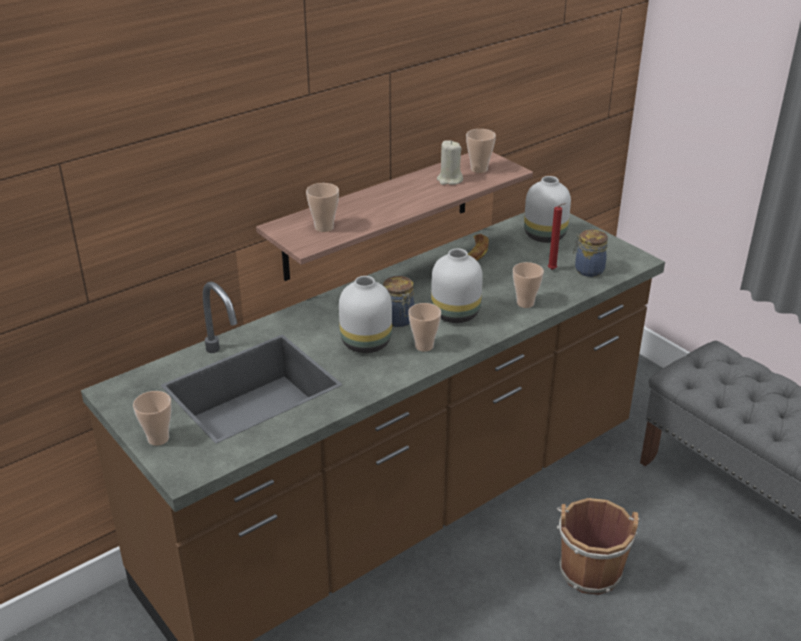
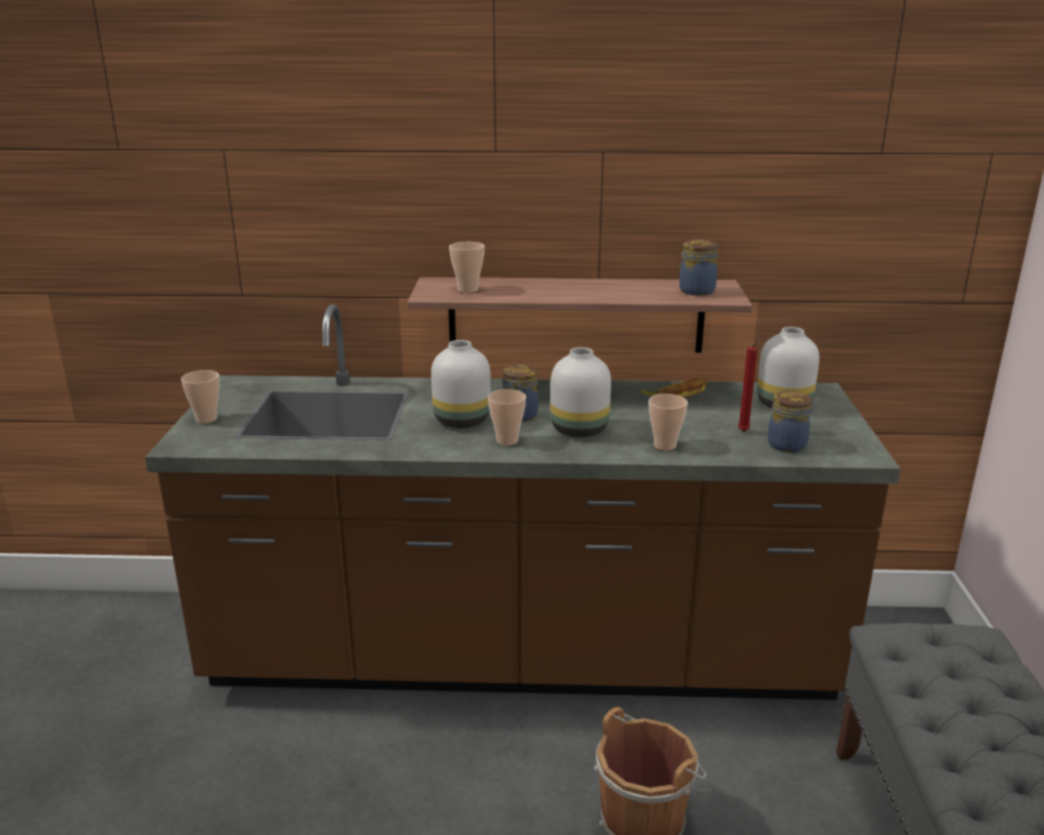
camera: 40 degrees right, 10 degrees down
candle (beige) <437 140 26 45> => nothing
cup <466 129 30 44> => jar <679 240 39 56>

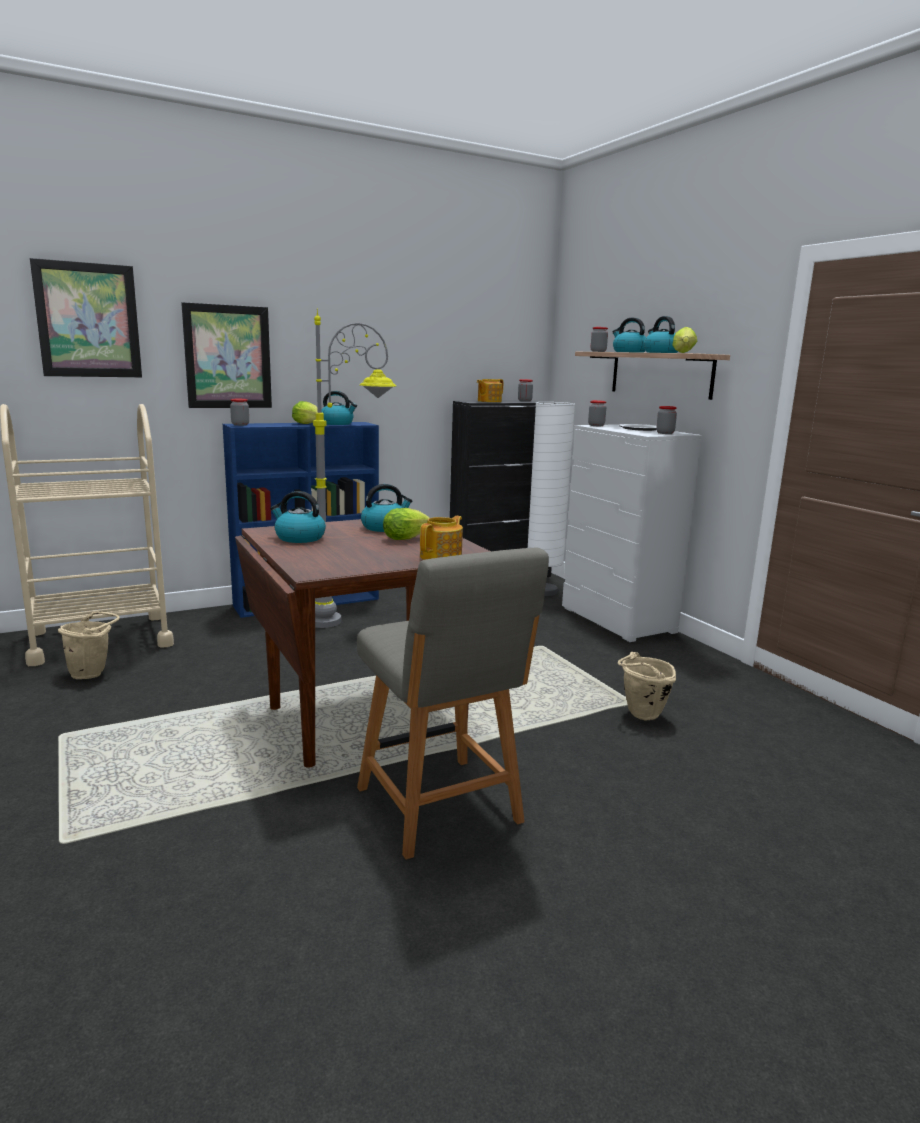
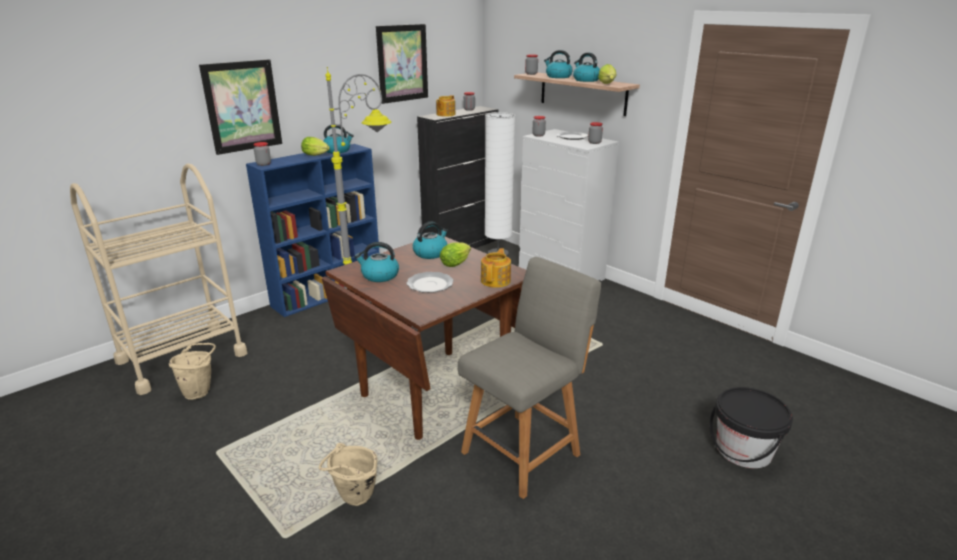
camera: 15 degrees left, 10 degrees up
nothing => plate <407 272 47 21>
nothing => bucket (black) <710 387 83 81>
picture <30 258 112 119> => picture <376 24 52 80>, move
bucket (beige) <618 652 58 69> => bucket (beige) <319 443 58 63>, move
chair (grey) <357 548 192 312> => chair (grey) <458 257 143 242>, 90 degrees counterclockwise

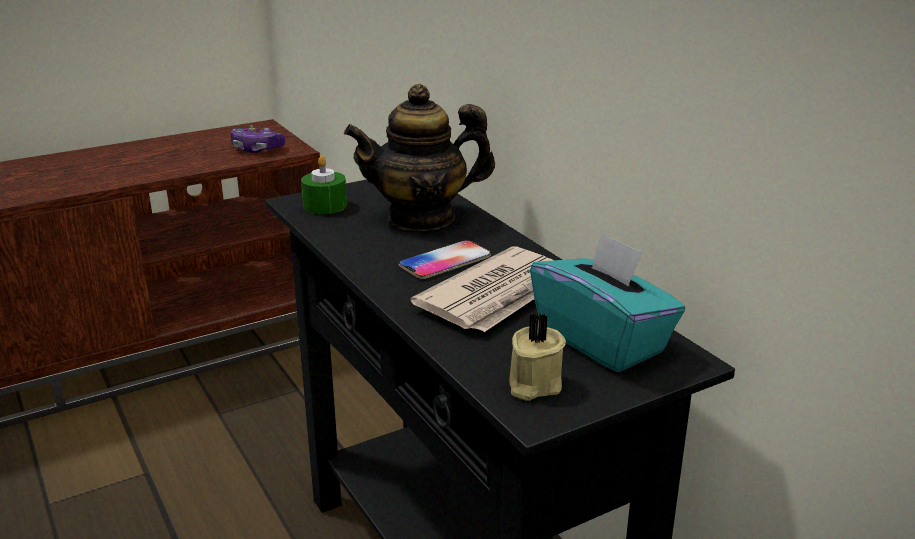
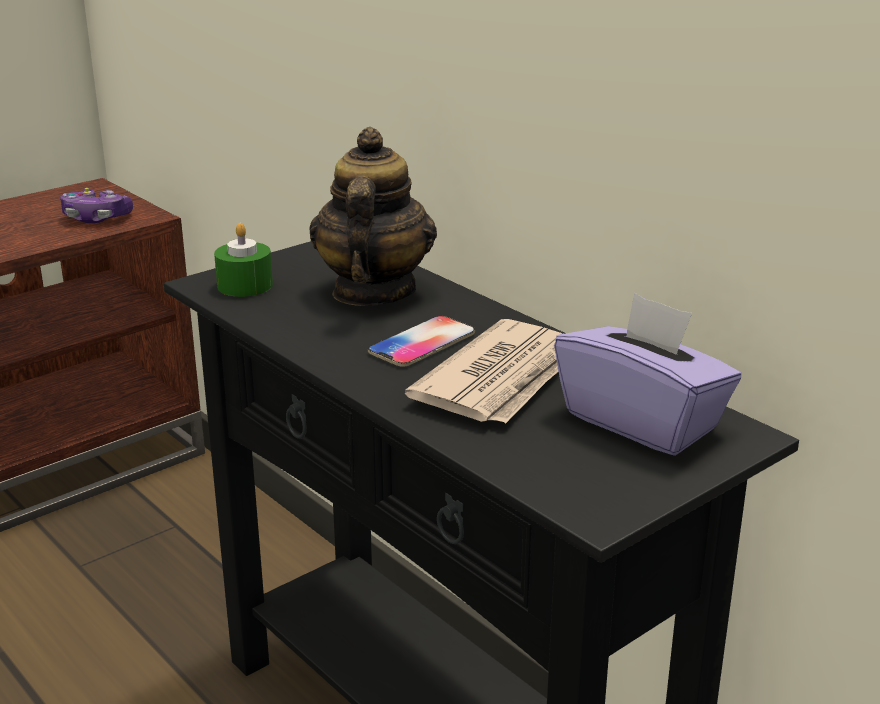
camera: 10 degrees left, 0 degrees up
candle (beige) <509 313 57 88> => nothing
tissue box (turquoise) <530 231 156 141> => tissue box (purple) <554 293 187 163>
teapot <344 84 151 147> => teapot <310 127 127 179>, 120 degrees clockwise

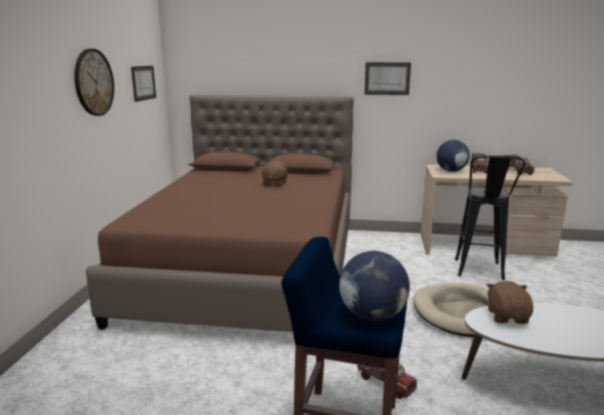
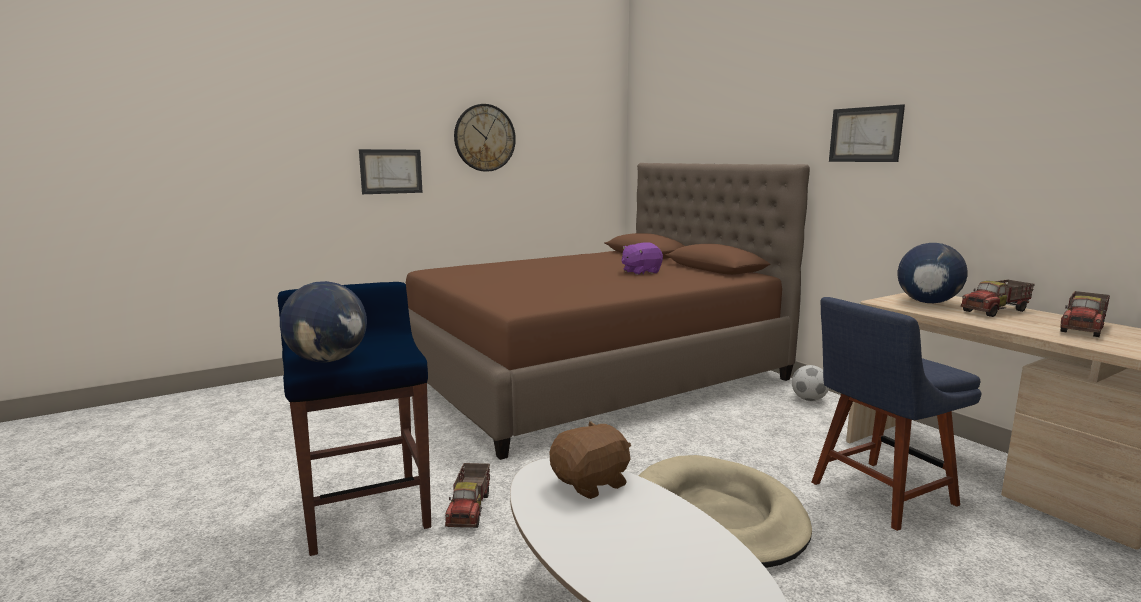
camera: 50 degrees right, 5 degrees down
nothing => football <792 365 37 36>
picture <131 66 25 36> => picture <359 149 64 45>, move
stool (black) <455 155 71 125> => chair (blue) <811 297 170 234>
plush toy (brown) <260 161 28 26> => plush toy (purple) <622 242 41 33>

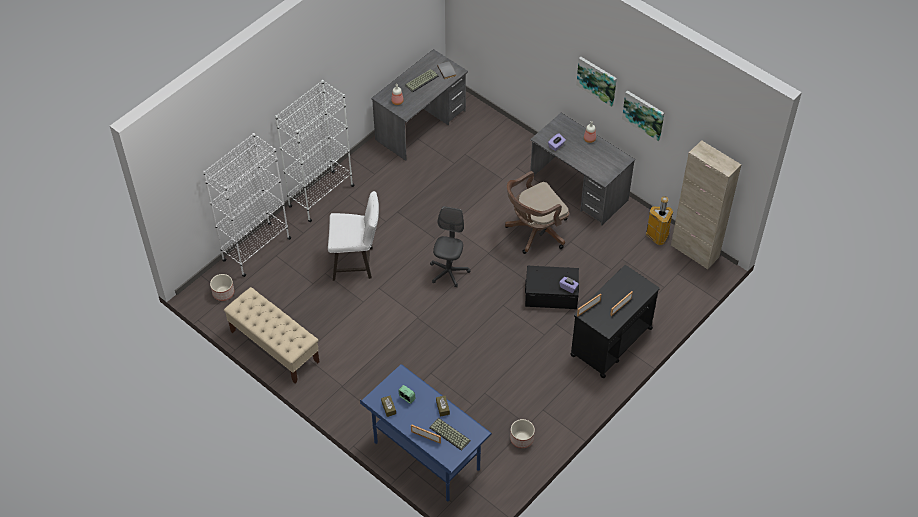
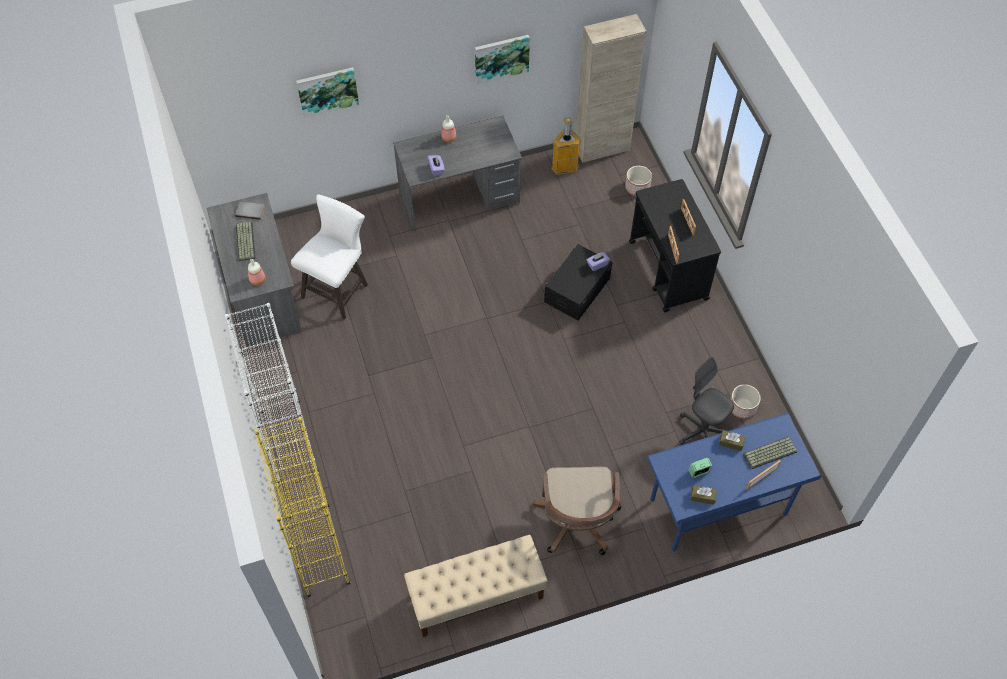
camera: 60 degrees left, 5 degrees up
planter <210 274 24 27> => planter <625 166 27 30>, move
stool (white) <328 191 51 90> => stool (white) <291 194 77 126>, move
office chair (grey) <430 206 40 81> => office chair (grey) <679 357 55 88>, move
office chair (brown) <505 171 64 83> => office chair (brown) <532 467 89 88>, move
picture <576 57 41 50> => picture <296 67 63 51>, move
bookcase (white) <203 133 88 144> => bookcase (yellow) <254 417 96 180>

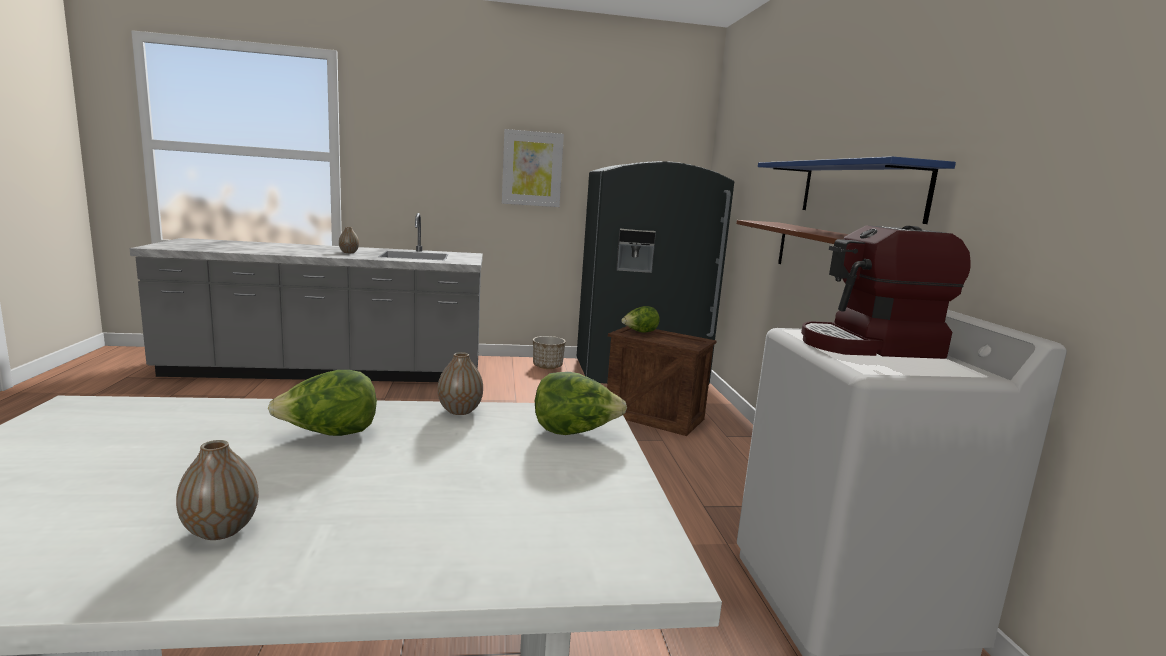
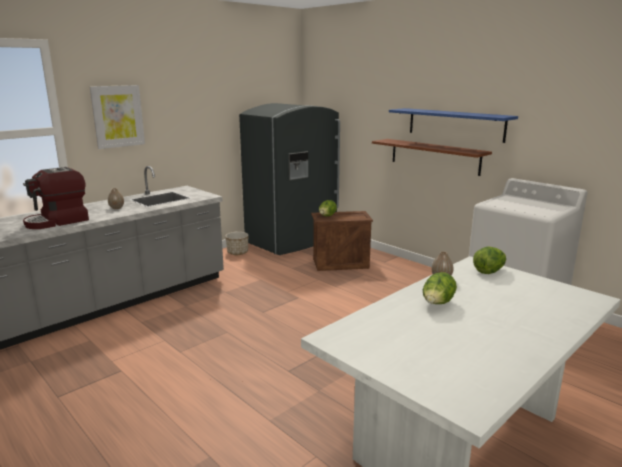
camera: 35 degrees left, 5 degrees up
vase <176 440 82 100> => nothing
picture <502 129 62 78> => picture <89 85 56 64>, move
coffee machine <801 225 169 134> => coffee machine <23 167 66 62>, move

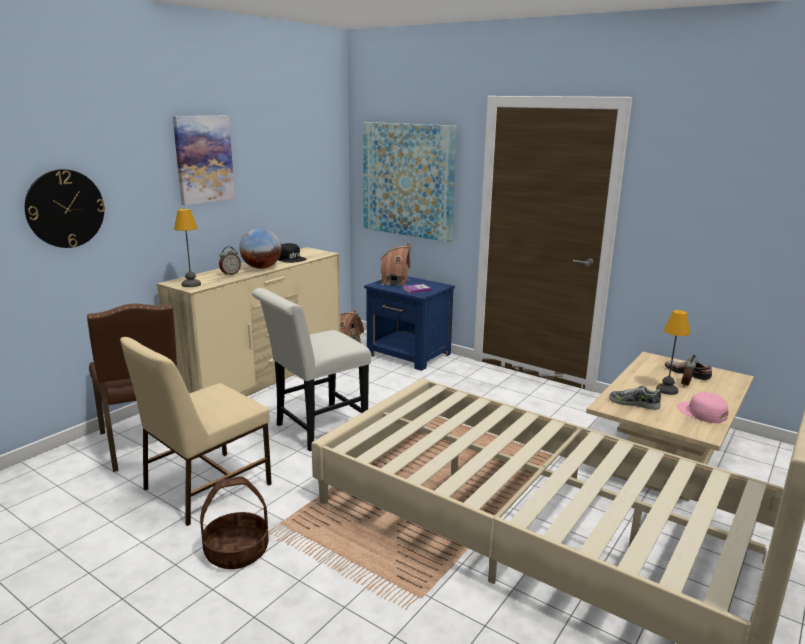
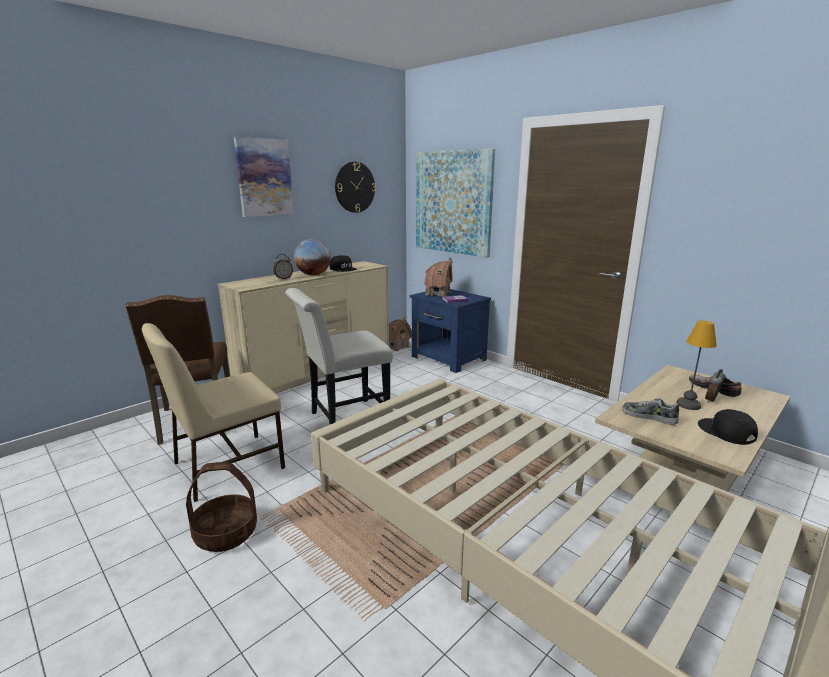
camera: 10 degrees right, 0 degrees up
table lamp <174 209 27 78> => nothing
wall clock <25 169 80 79> => wall clock <335 162 41 51>, move
cap (pink) <677 392 51 31> => cap (black) <698 409 60 36>

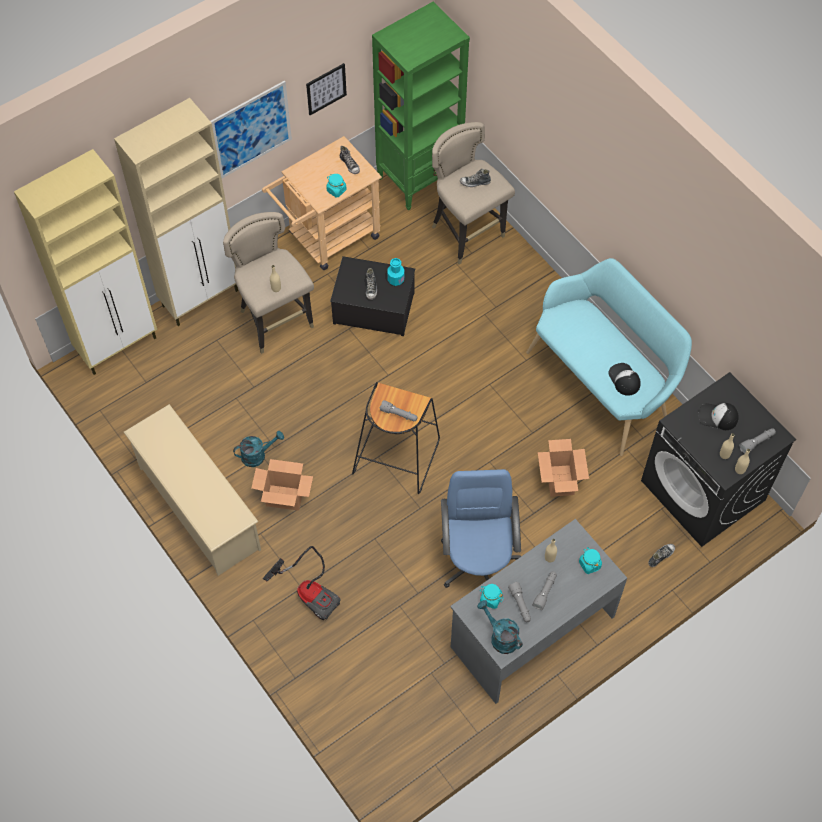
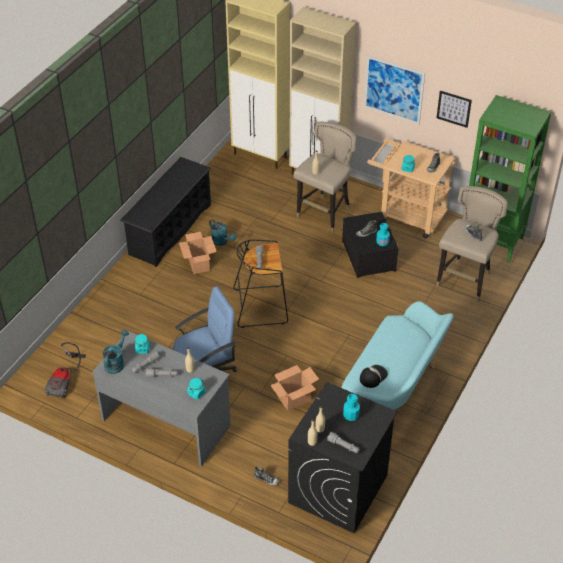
camera: 65 degrees right, 15 degrees down
vacuum cleaner <263 546 78 75> => vacuum cleaner <45 342 41 57>, move
cap <698 403 41 27> => bottle (turquoise) <343 394 17 27>
shoe rack (beige) <124 404 137 172> => shoe rack (black) <120 157 91 110>

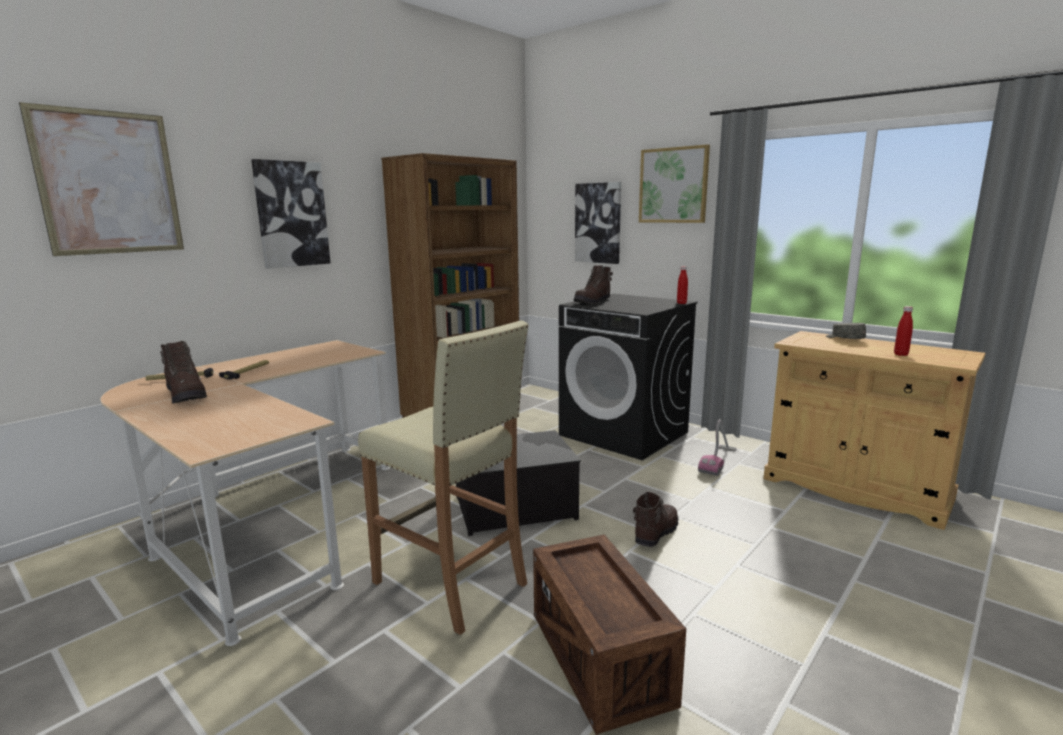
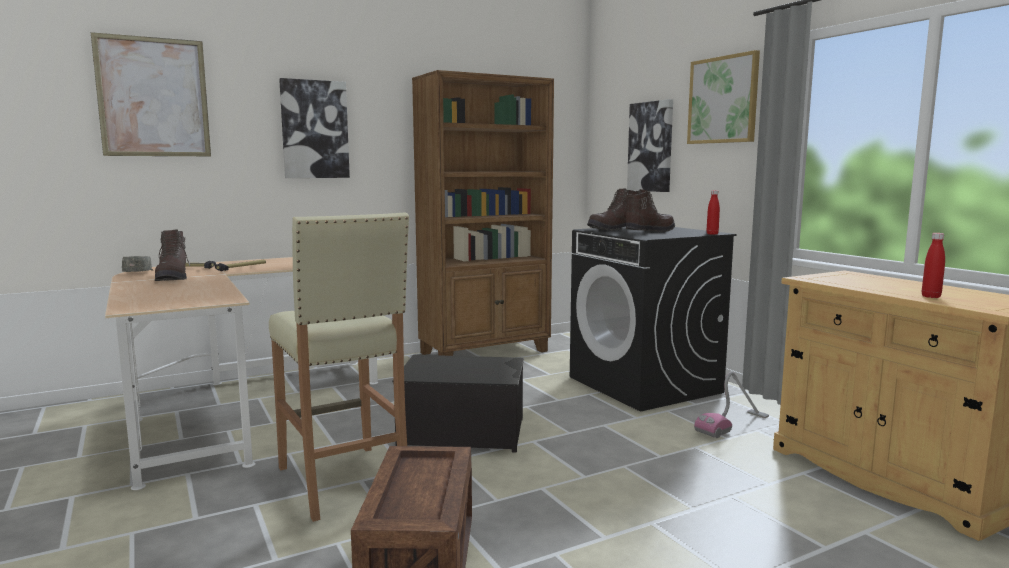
camera: 20 degrees right, 5 degrees down
boot (brown) <633 492 46 55> => boot (brown) <624 189 51 43>, move
cap (grey) <826 323 40 16> => cap (grey) <122 256 31 16>, move

